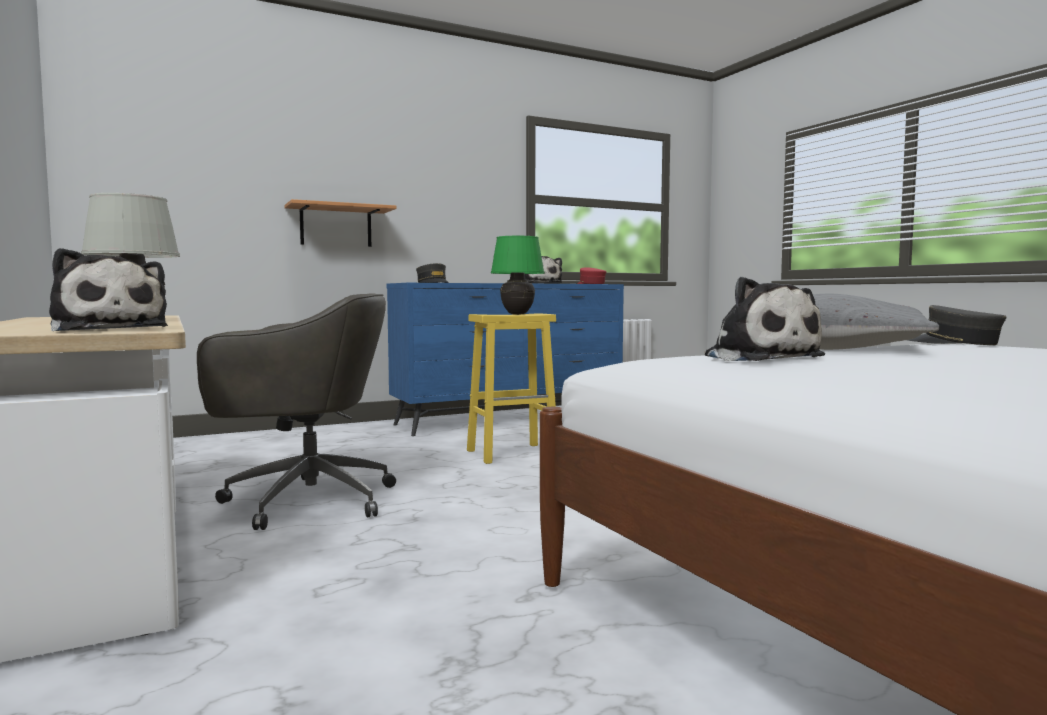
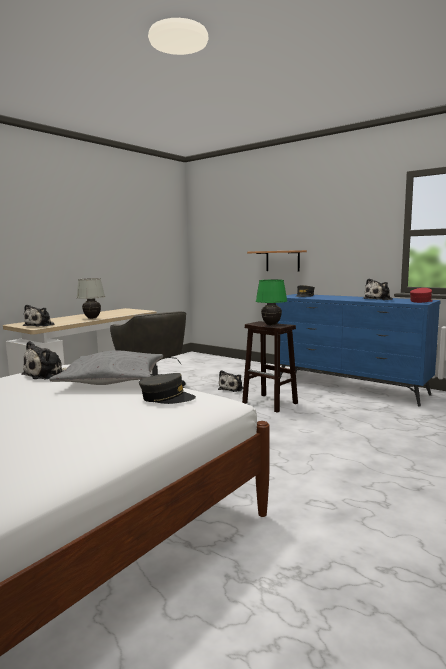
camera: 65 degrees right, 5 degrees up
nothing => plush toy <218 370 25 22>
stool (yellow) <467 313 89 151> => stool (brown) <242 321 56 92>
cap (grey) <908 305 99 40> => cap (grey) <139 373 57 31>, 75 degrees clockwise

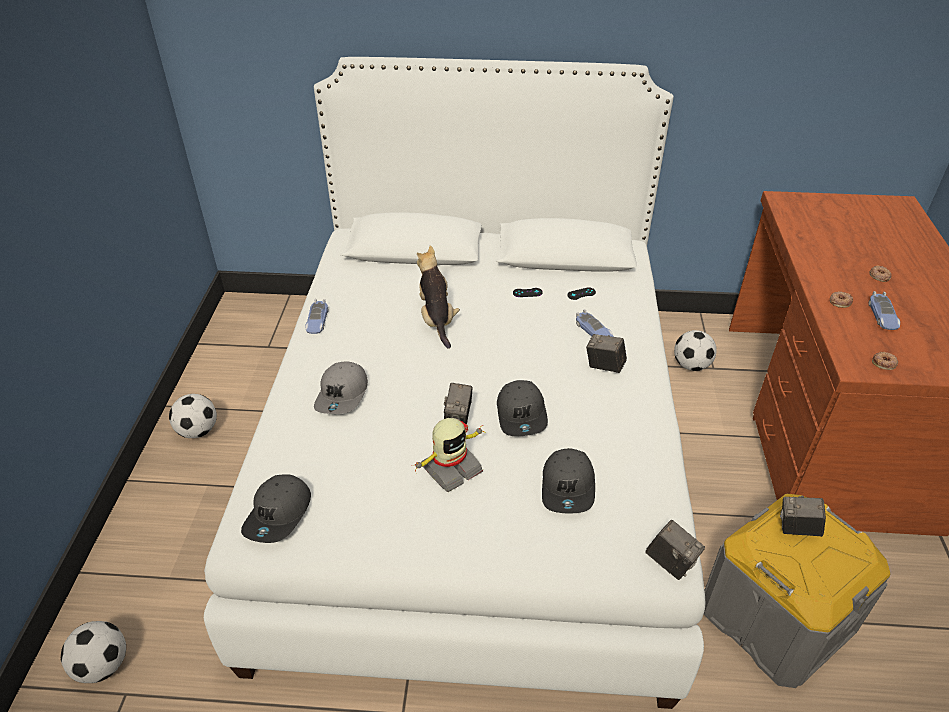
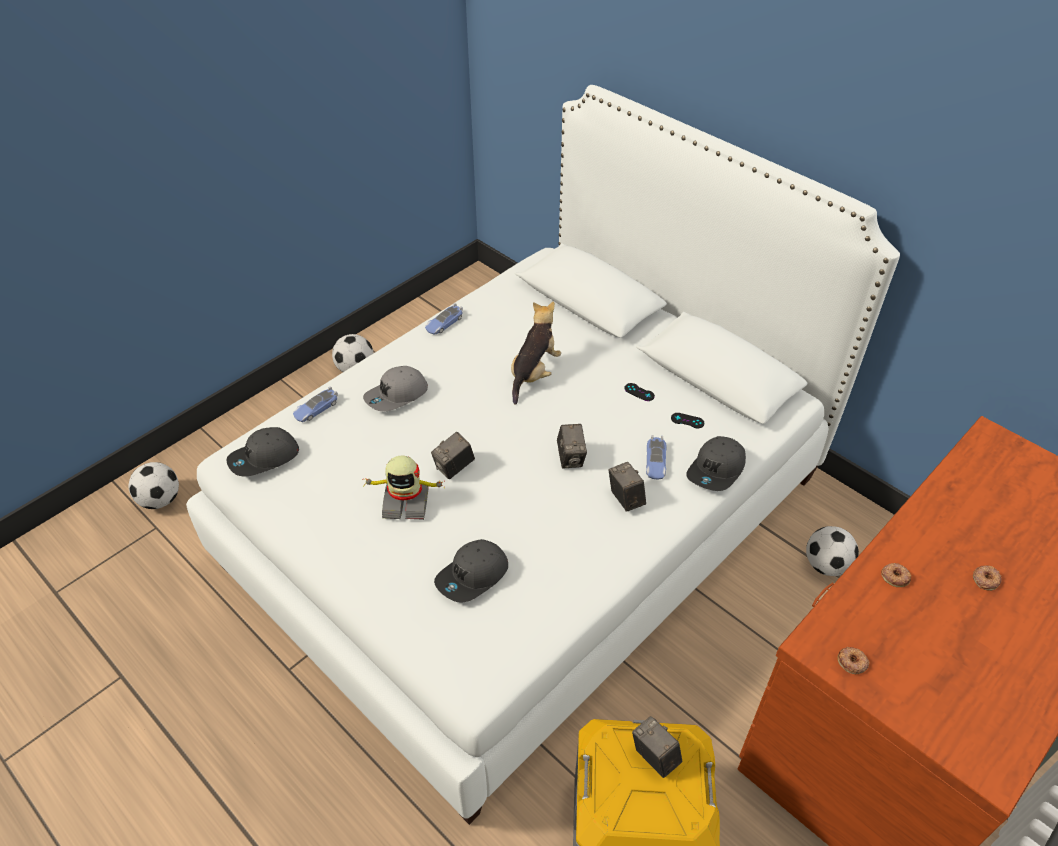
camera: 40 degrees right, 5 degrees up
cap (grey) <497 380 51 56> => cap (grey) <686 436 60 55>, move
photo camera <645 520 60 60> => photo camera <557 424 30 45>, move
toy car <868 291 32 39> => toy car <293 386 45 36>, move

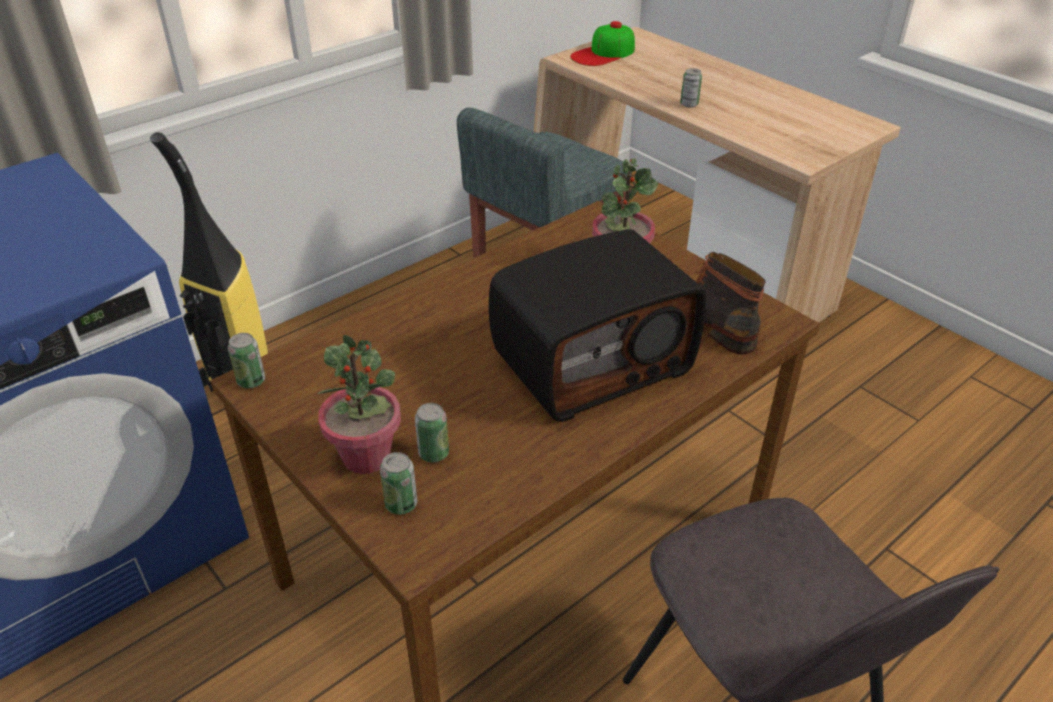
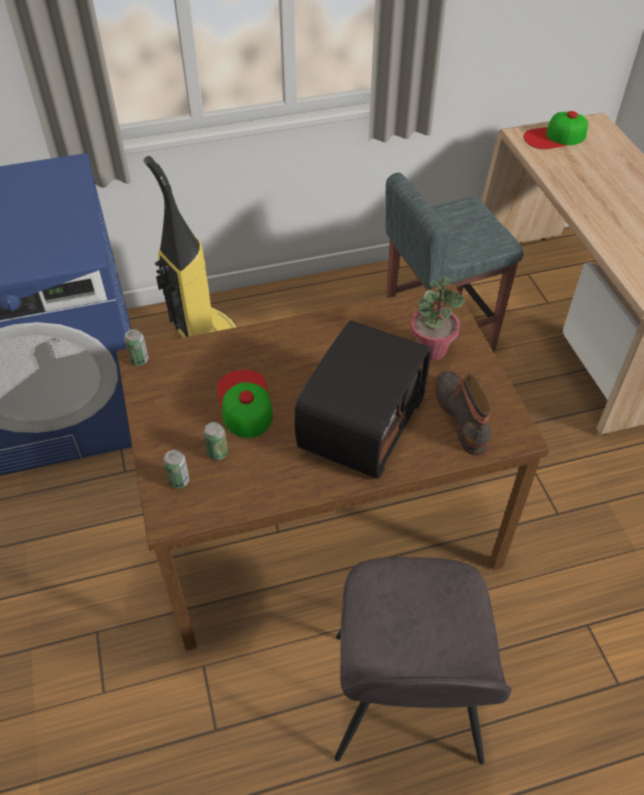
camera: 25 degrees right, 10 degrees up
potted plant <318 335 83 139> => nothing
can <680 68 22 39> => nothing
nothing => cap <217 370 56 68>
radio <489 229 217 193> => radio <295 320 136 159>, 60 degrees counterclockwise

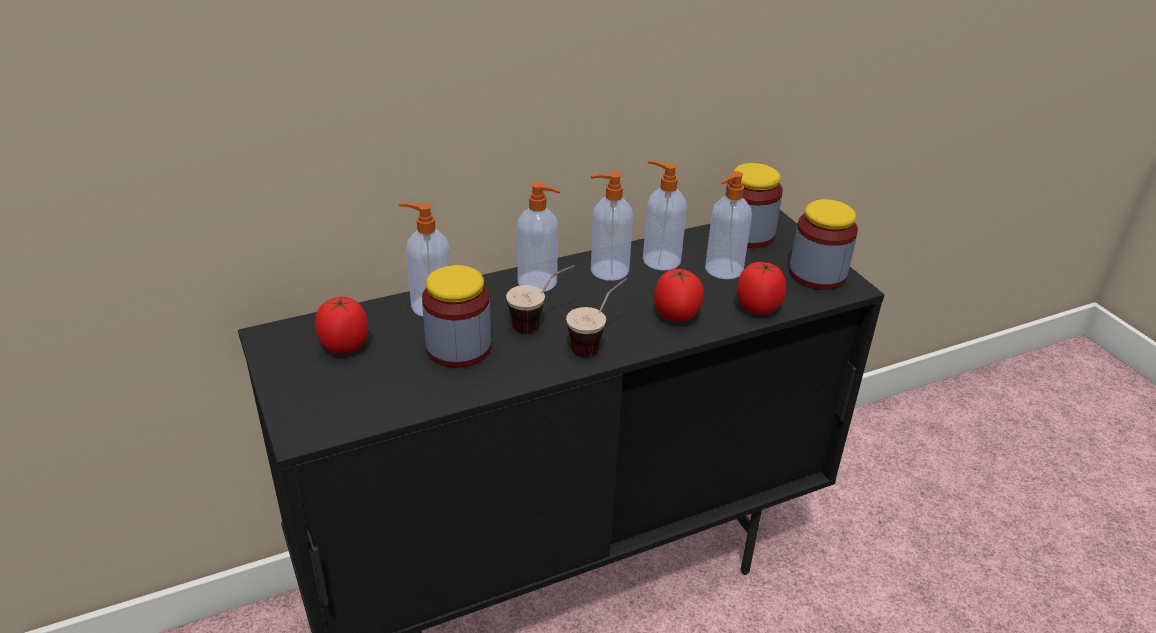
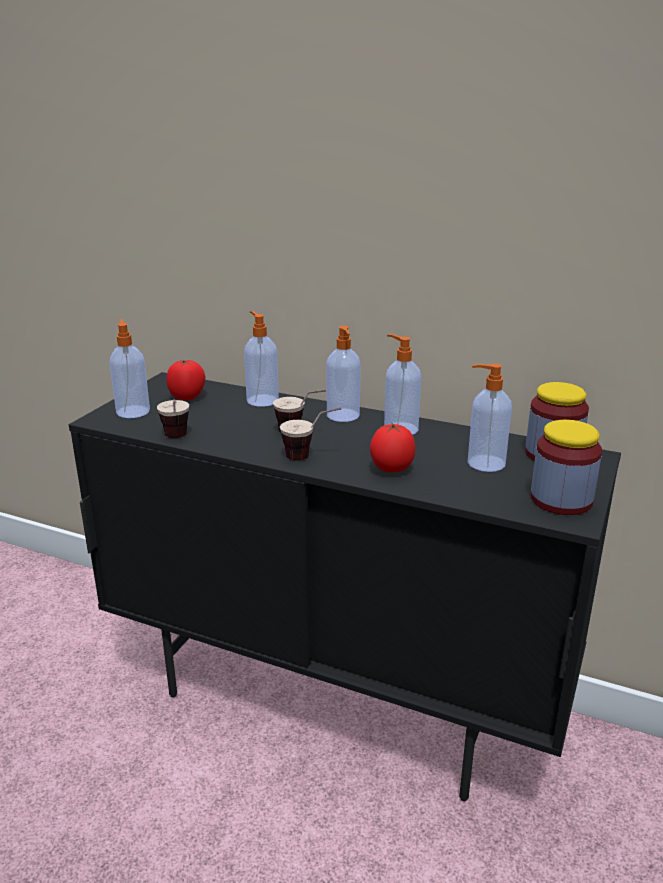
camera: 50 degrees right, 10 degrees down
jar <422 265 69 103> => nothing
tomato <737 262 49 53> => nothing
nothing => cup <157 400 32 38>
soap dispenser <643 161 44 110> => soap dispenser <110 319 40 99>, move

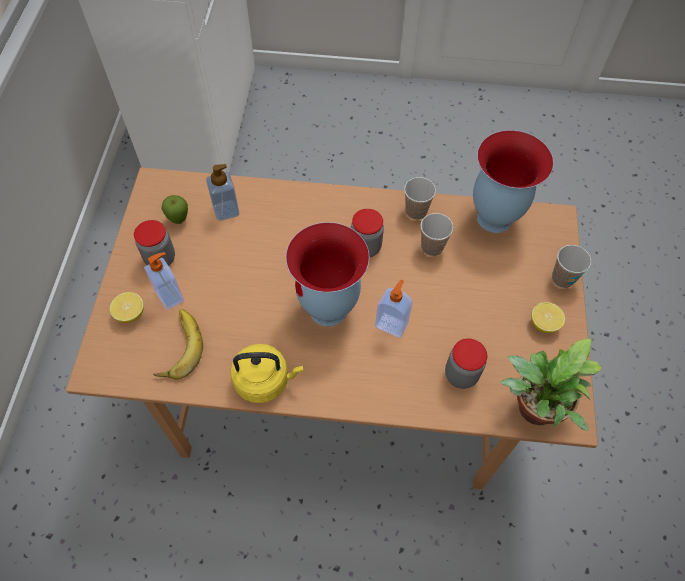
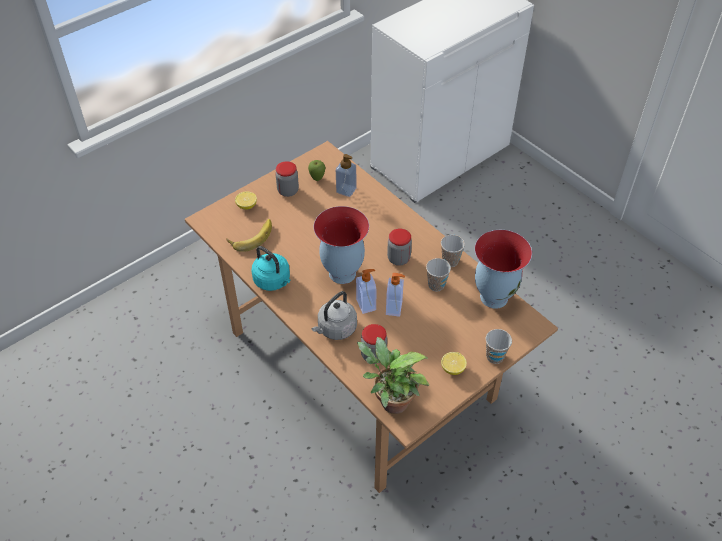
camera: 45 degrees right, 10 degrees down
nothing => kettle (grey) <312 291 45 49>
soap dispenser <144 252 40 58> => soap dispenser <386 273 19 44>, move
kettle (yellow) <230 344 74 59> => kettle (turquoise) <252 246 38 45>

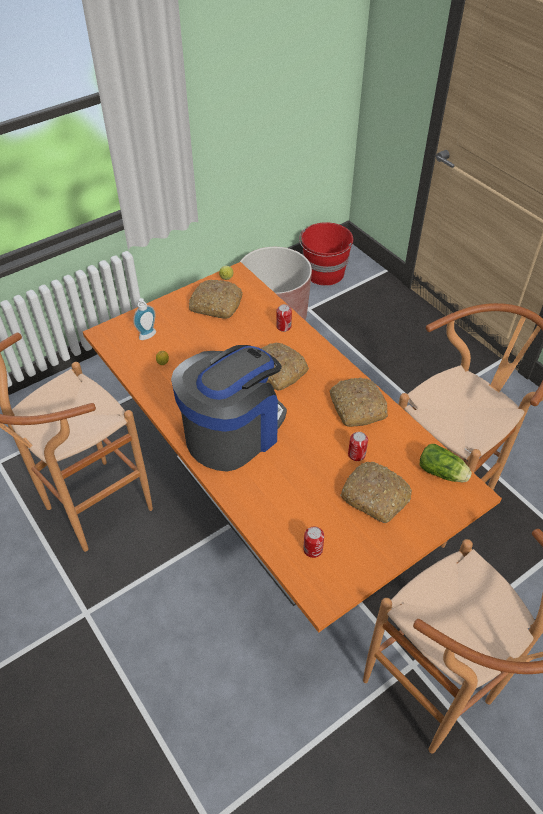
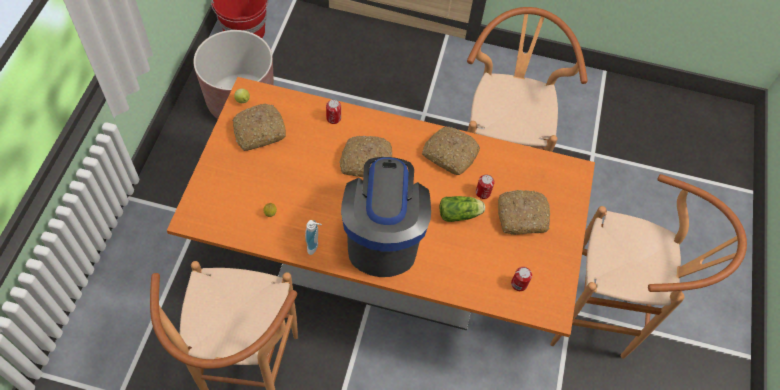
camera: 45 degrees left, 10 degrees up
soap dispenser <133 298 23 42> => soap dispenser <305 220 17 35>, move
lettuce <420 444 52 38> => lettuce <440 196 45 26>, move

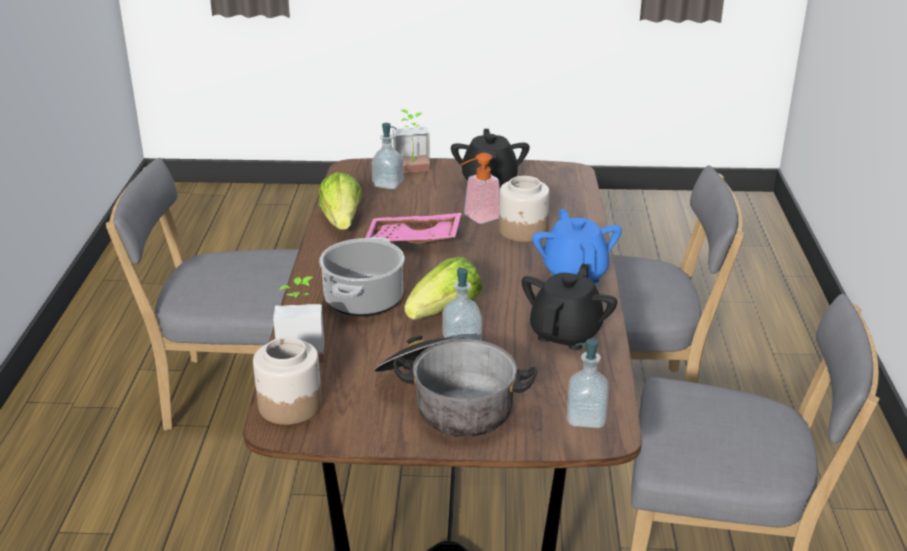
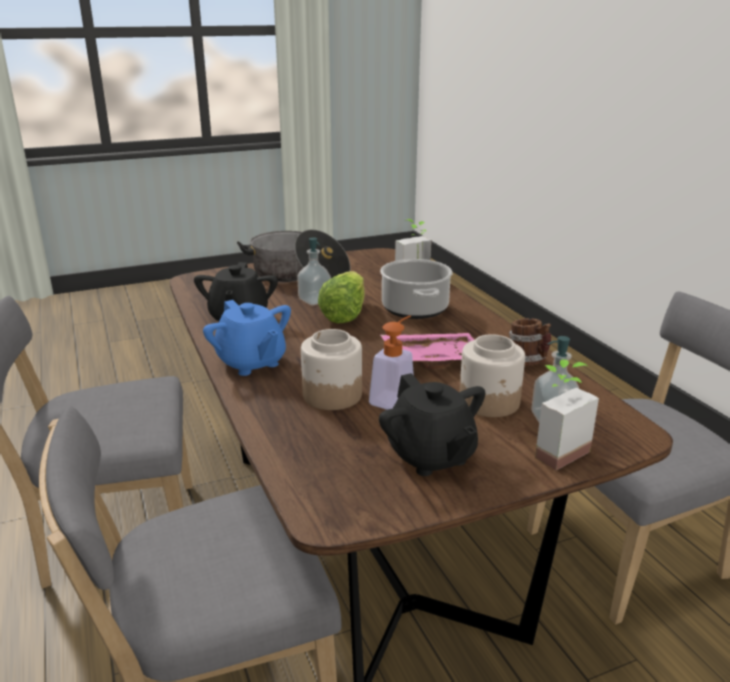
camera: 155 degrees right, 5 degrees down
soap dispenser <567 338 41 90> => nothing
jar <253 337 69 88> => jar <460 334 65 83>, move
lettuce <319 172 43 58> => mug <509 318 42 47>

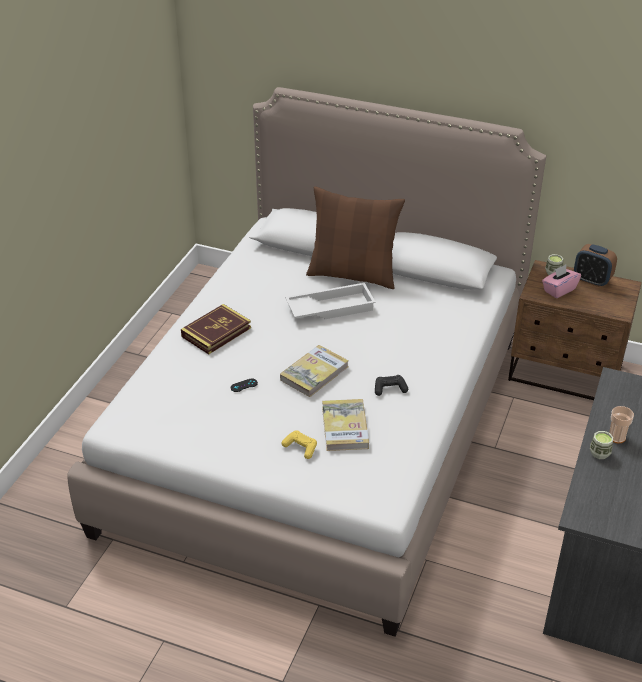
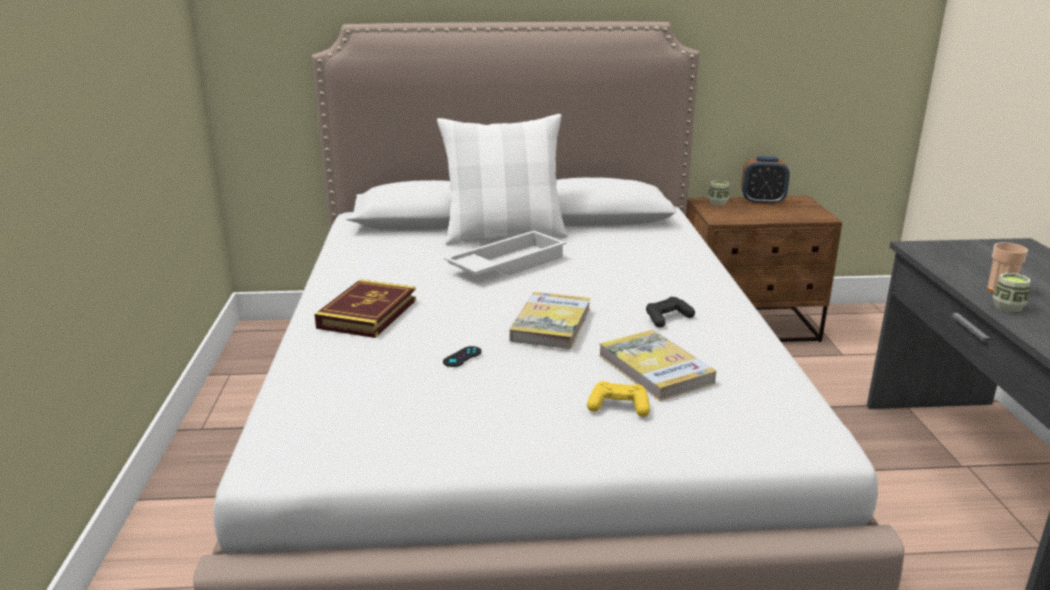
camera: 25 degrees left, 15 degrees down
tissue box (pink) <542 265 39 33> => nothing
pillow (brown) <306 186 99 103> => pillow (white) <437 114 131 131>

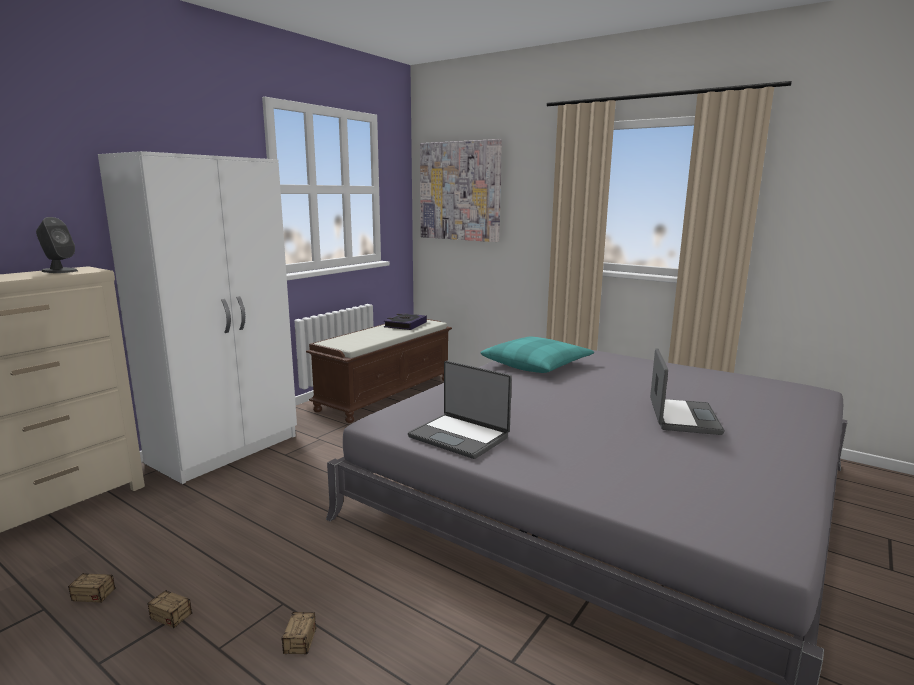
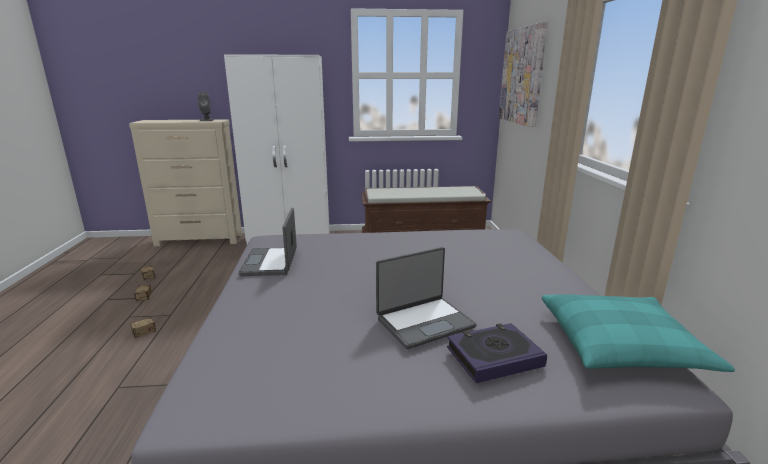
camera: 50 degrees right, 5 degrees up
book <384 313 43 17> => book <447 323 100 60>, move
pillow (turquoise) <481 337 113 36> => pillow (turquoise) <542 295 193 77>, move

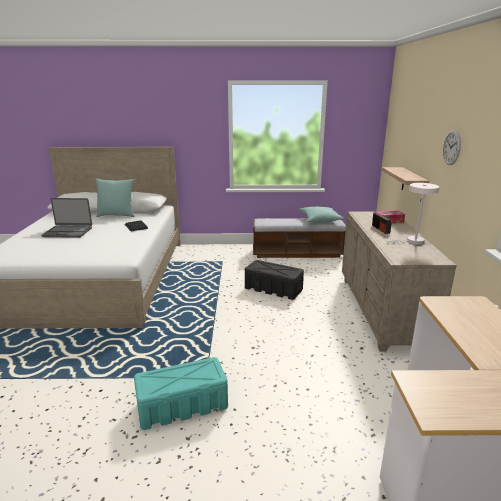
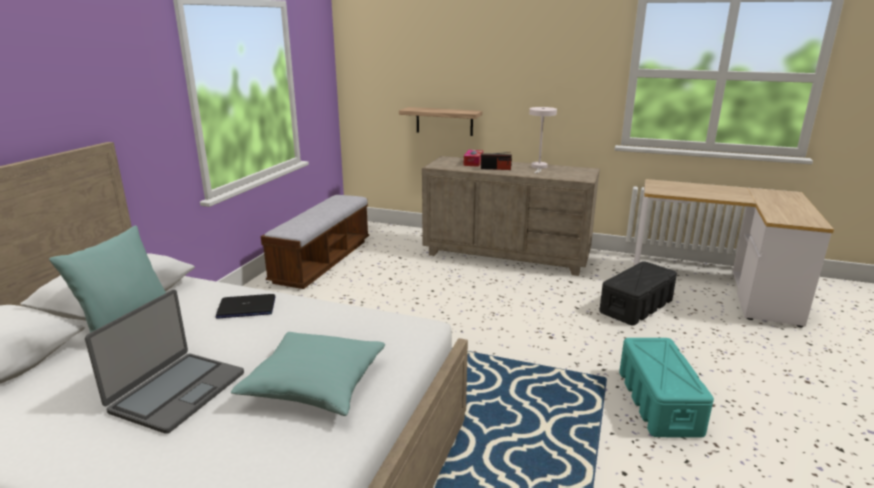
camera: 70 degrees left, 0 degrees up
wall clock <443 130 18 35> => nothing
storage box (black) <245 260 59 40> => storage box (black) <599 261 78 65>, move
pillow (turquoise) <299 207 45 16> => pillow (turquoise) <231 332 154 84>, move

